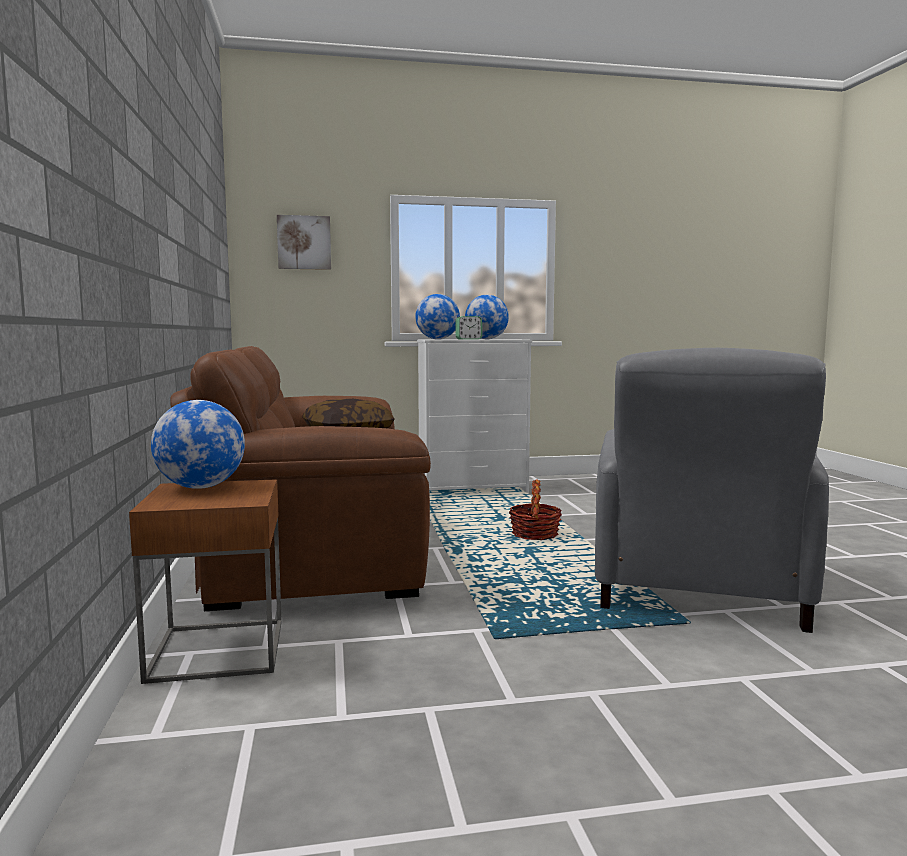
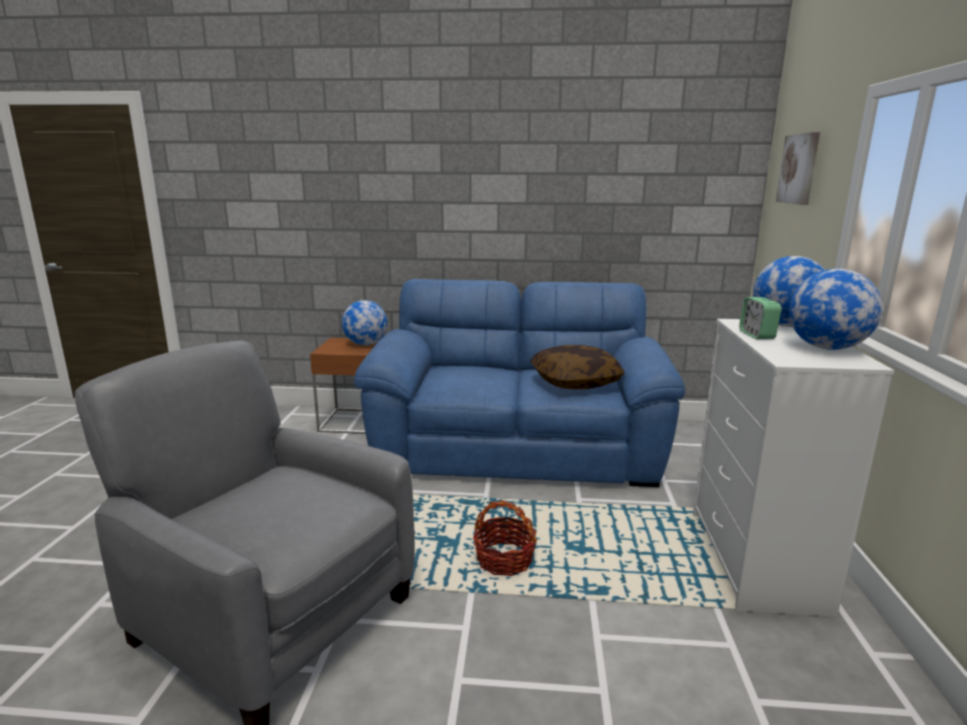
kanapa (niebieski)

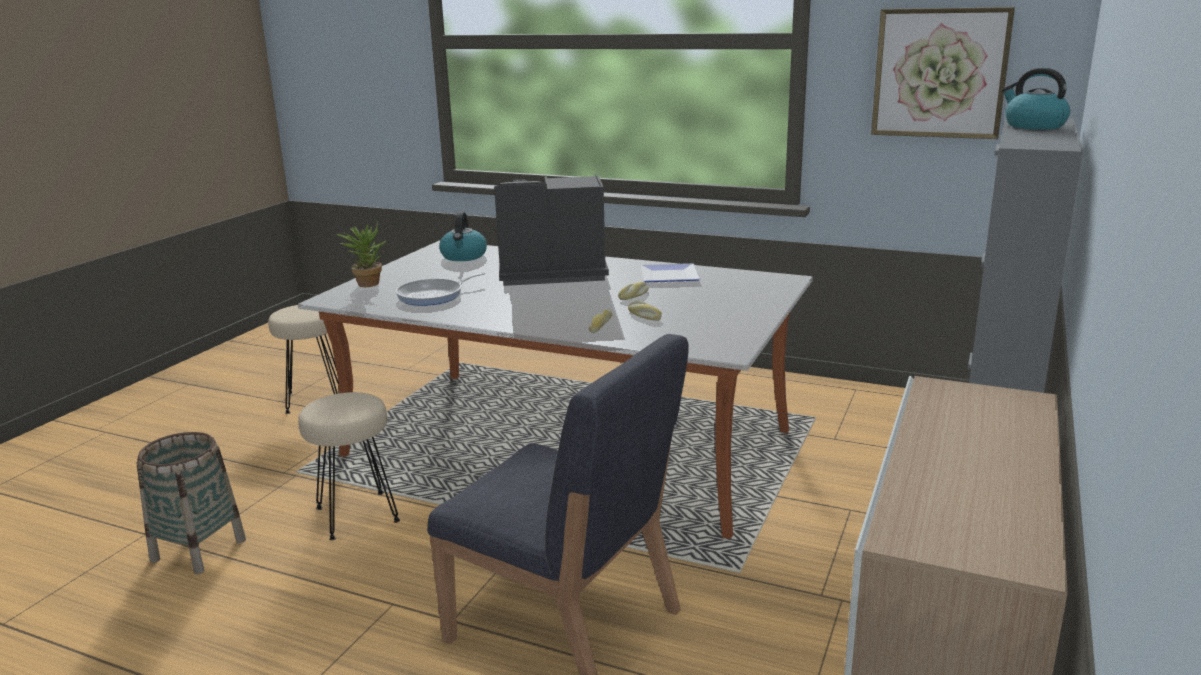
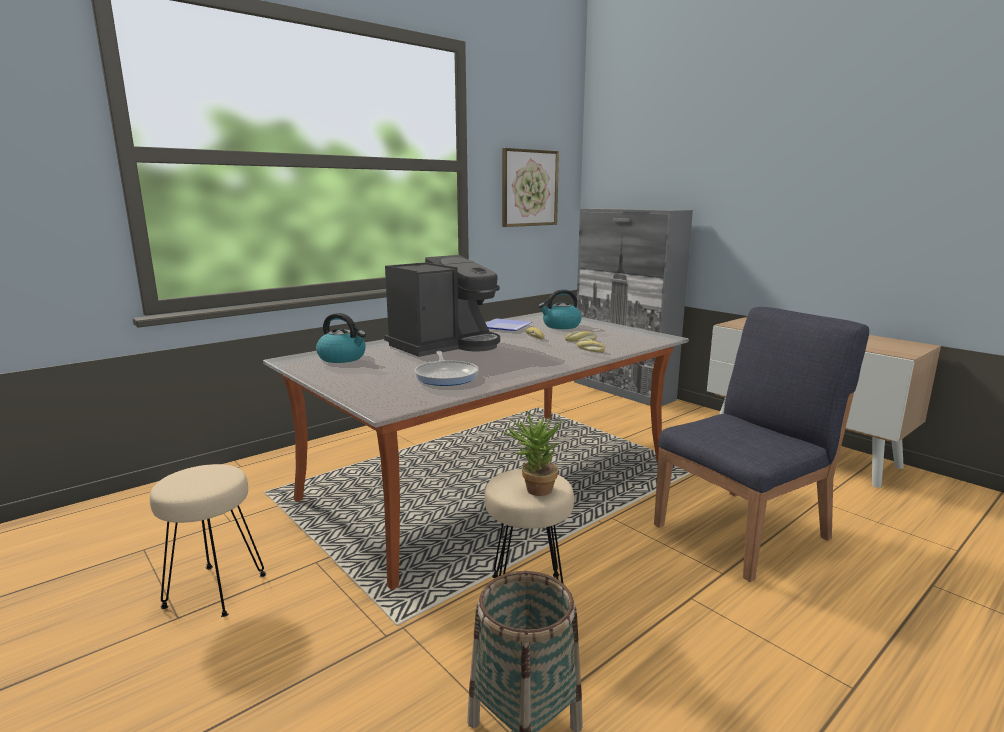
roślina doniczkowa
czajnik (2nd from left)
ekspres do kawy

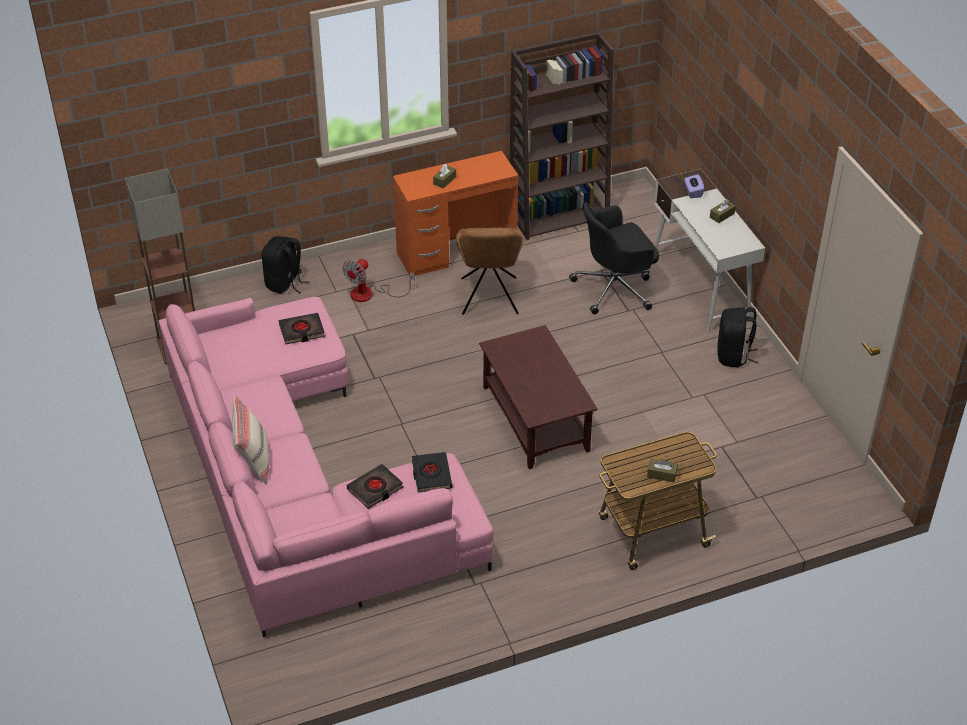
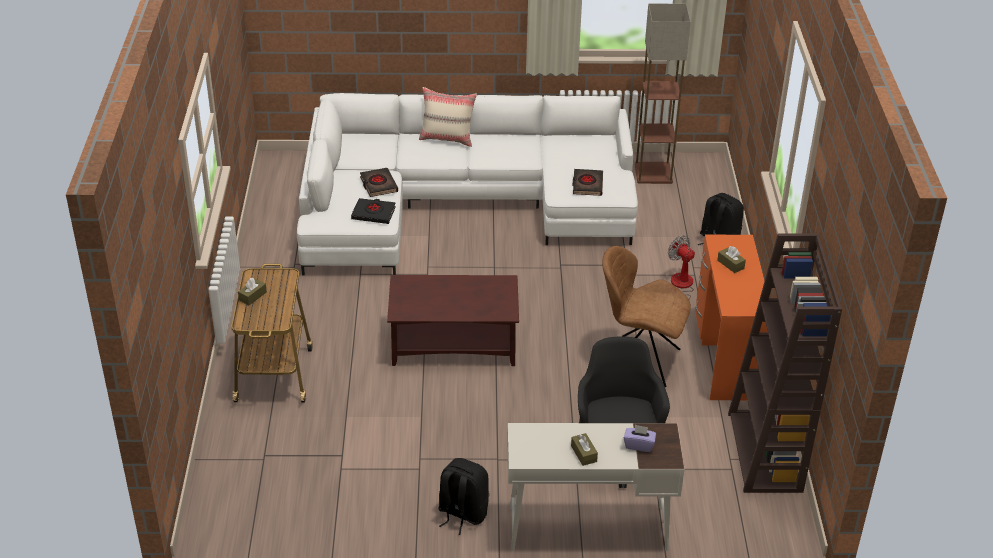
kanapa (biały)

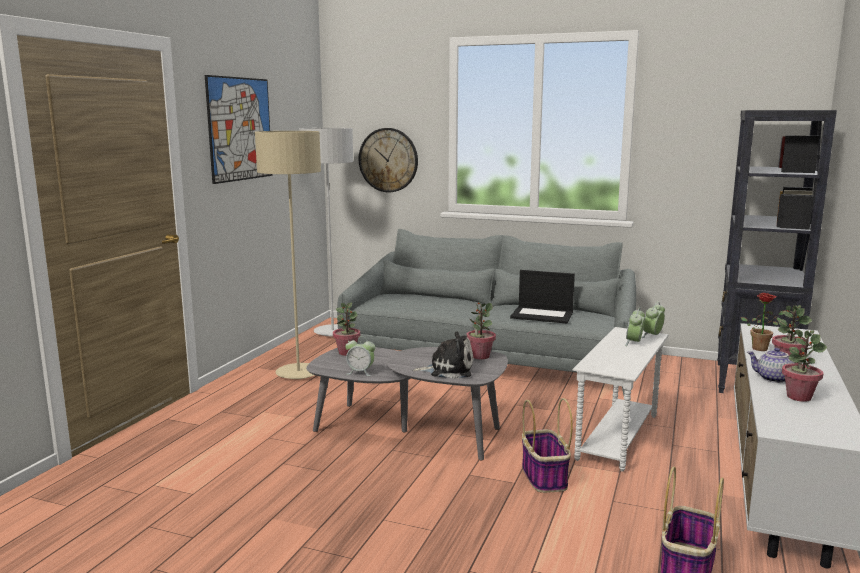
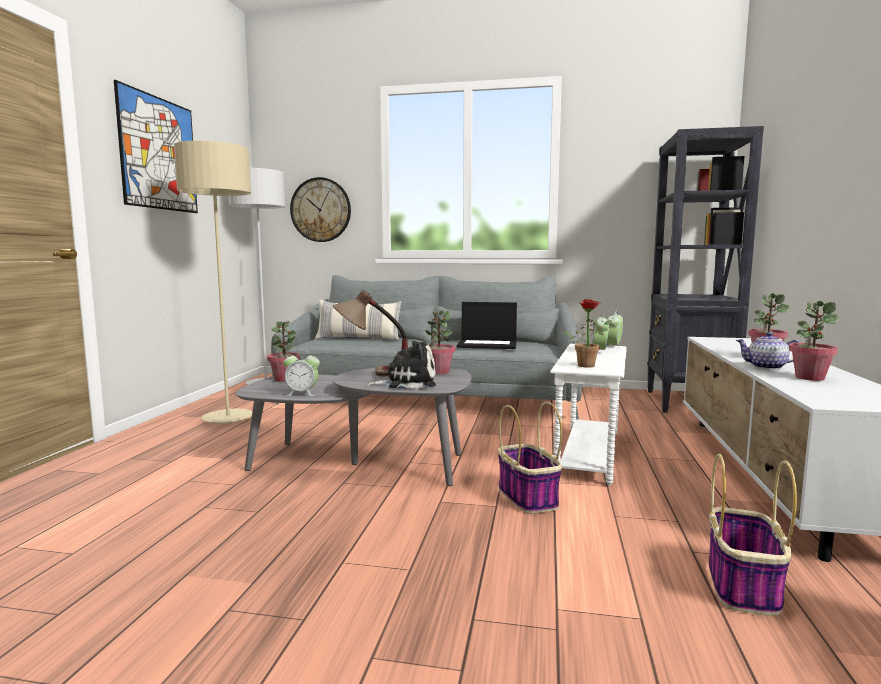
poduszka
lampa stołowa
roślina doniczkowa (3rd from left)

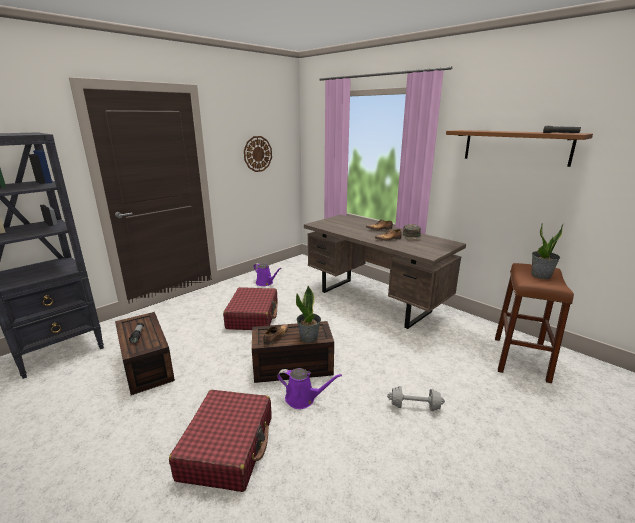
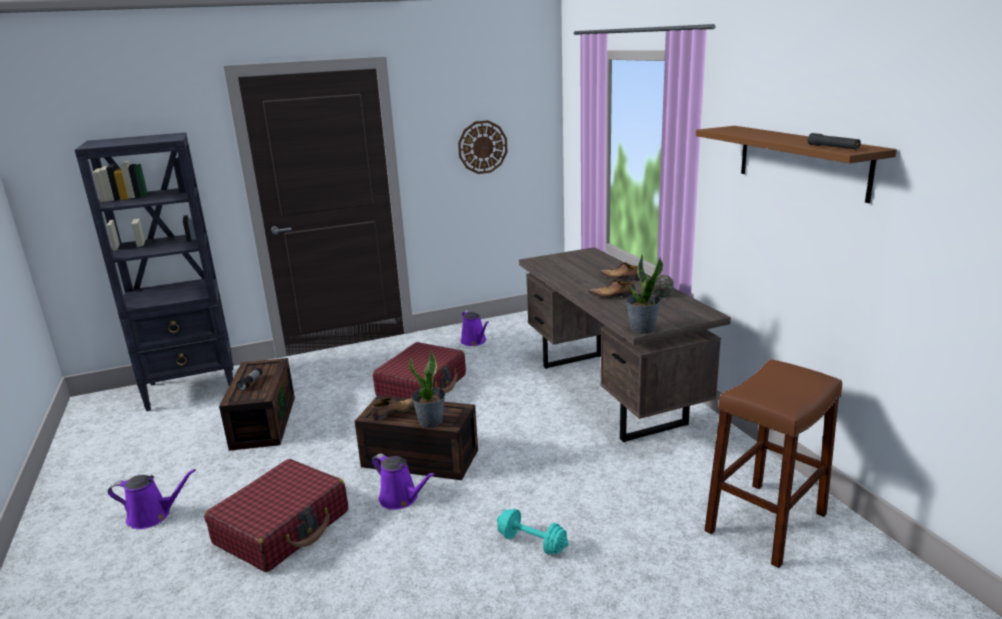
konewka (fioletowy) (1st from left)
roślina doniczkowa (2nd from left)
hantel (turkusowy)

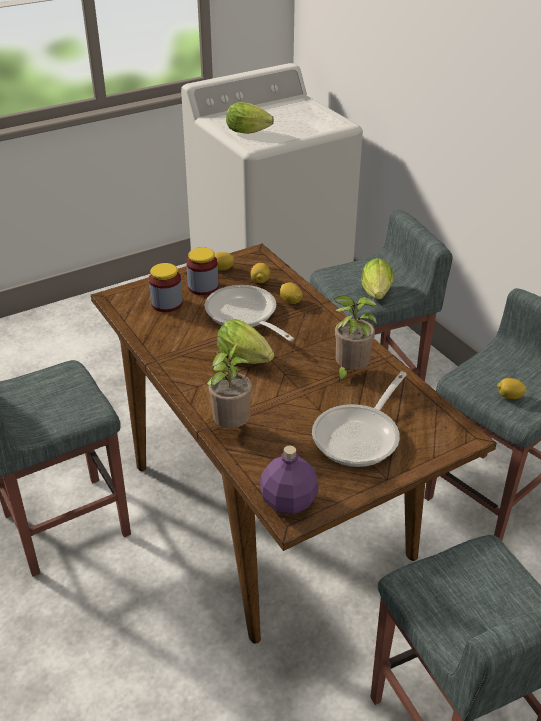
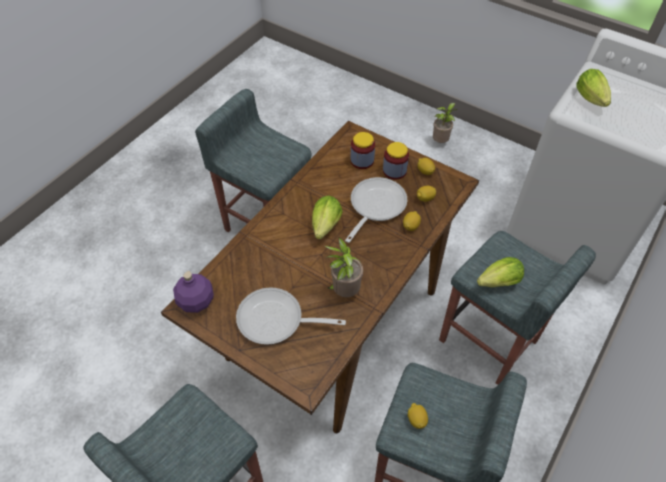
roślina doniczkowa (2nd from left)

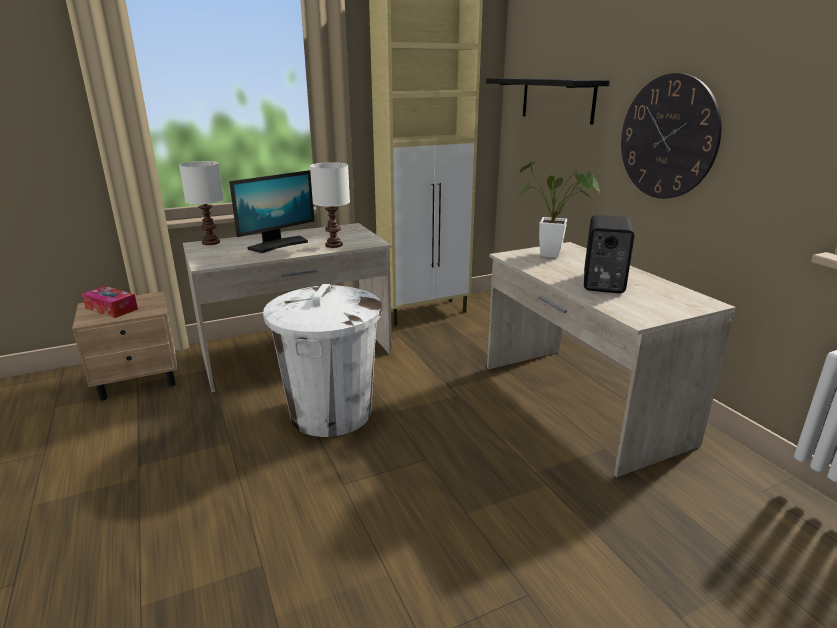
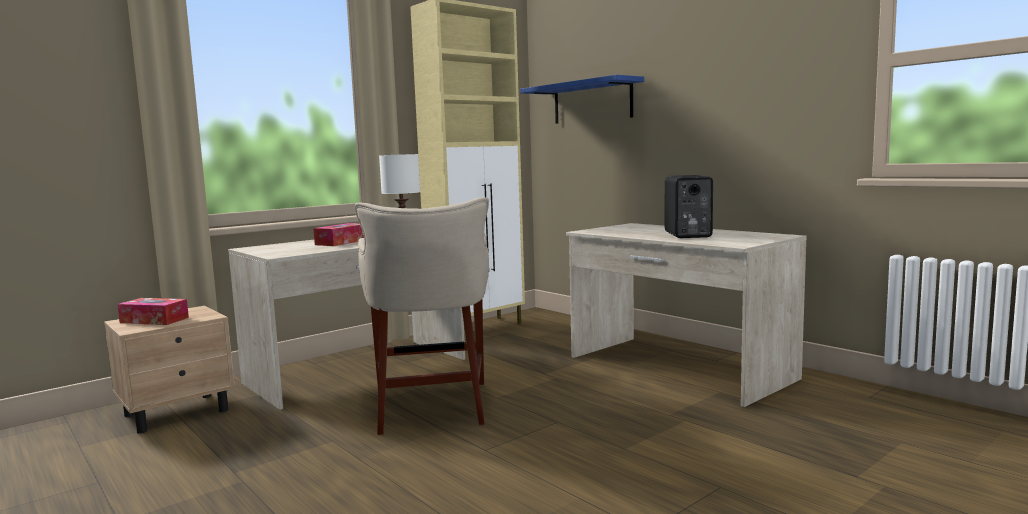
lampa stołowa (biały) (1st from left in the first image)
roślina doniczkowa
zegar ścienny
pudełko chusteczek (2nd from left)
stołek (beżowy)
półka (niebieski)

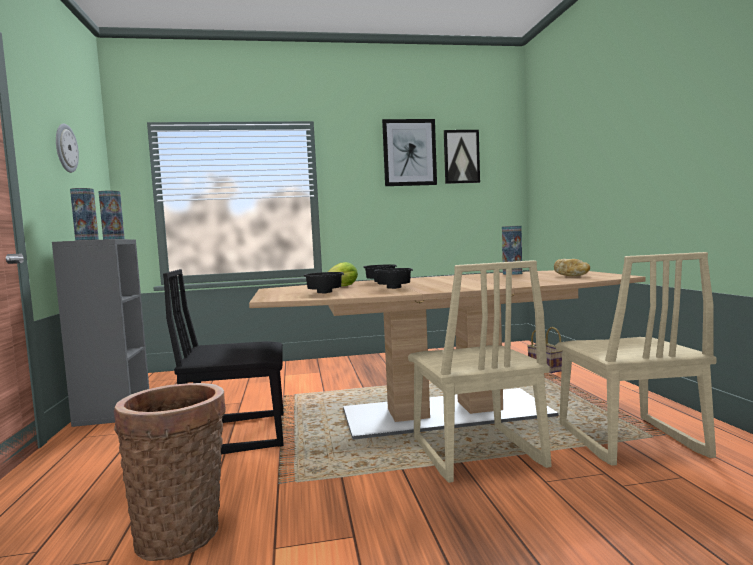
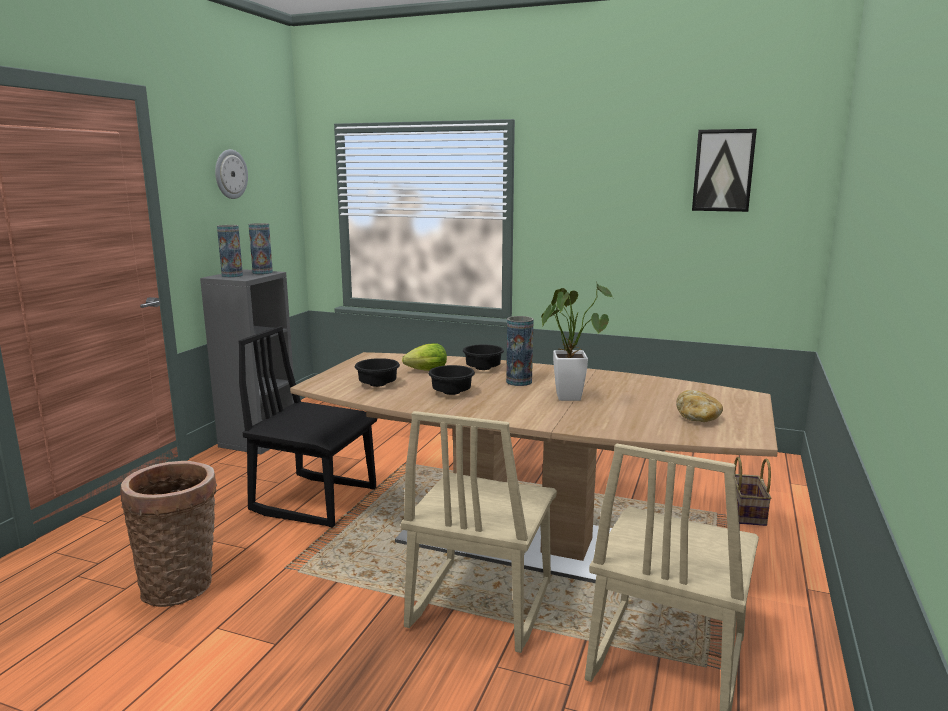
obraz (1st from left in the first image)
roślina doniczkowa
wazon (3rd from left)

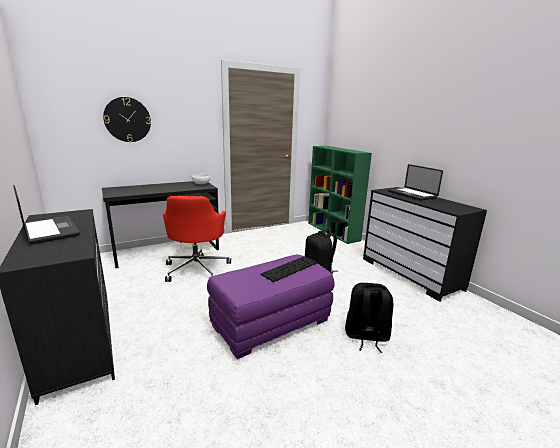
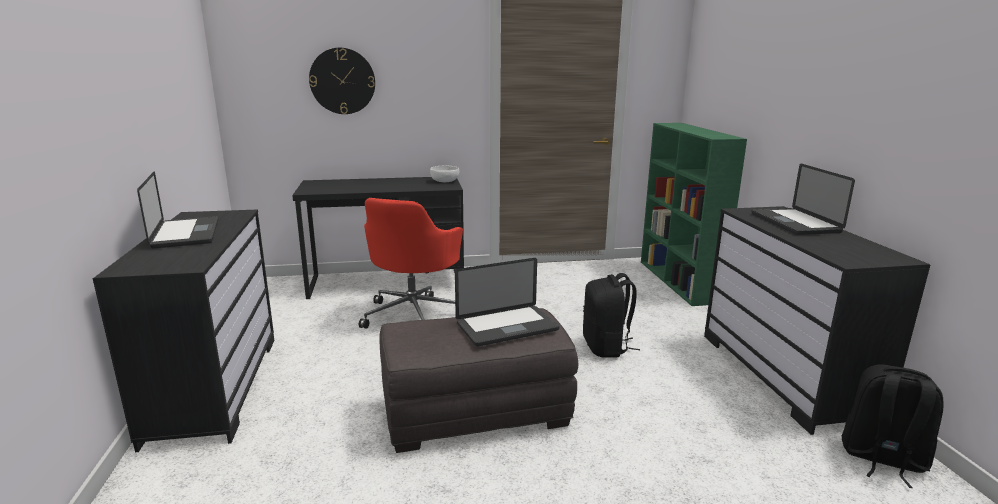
plecak (czarny) (2nd from left)
laptop (2nd from left)
pufa (szary)

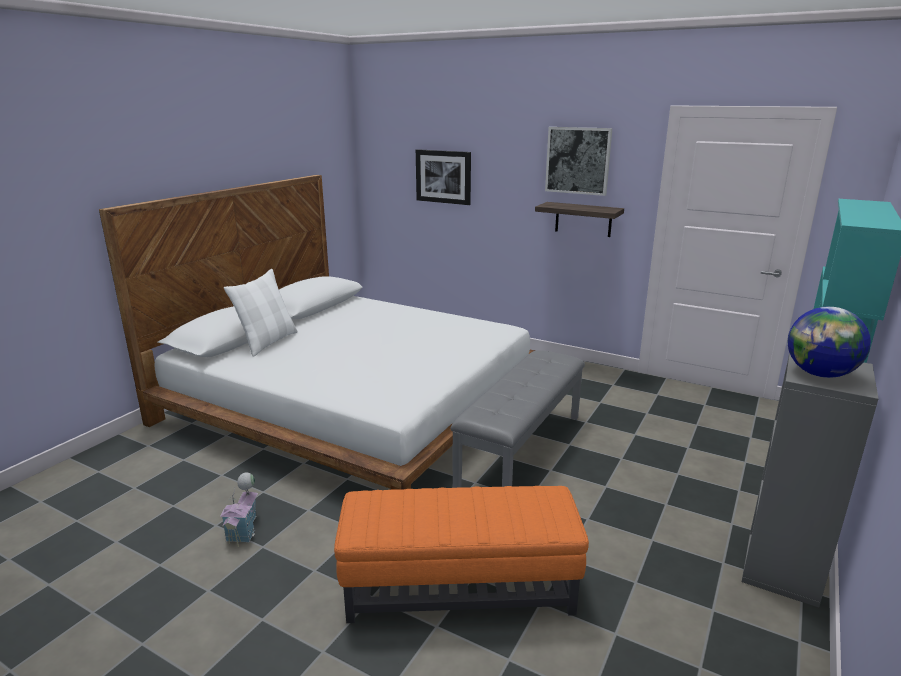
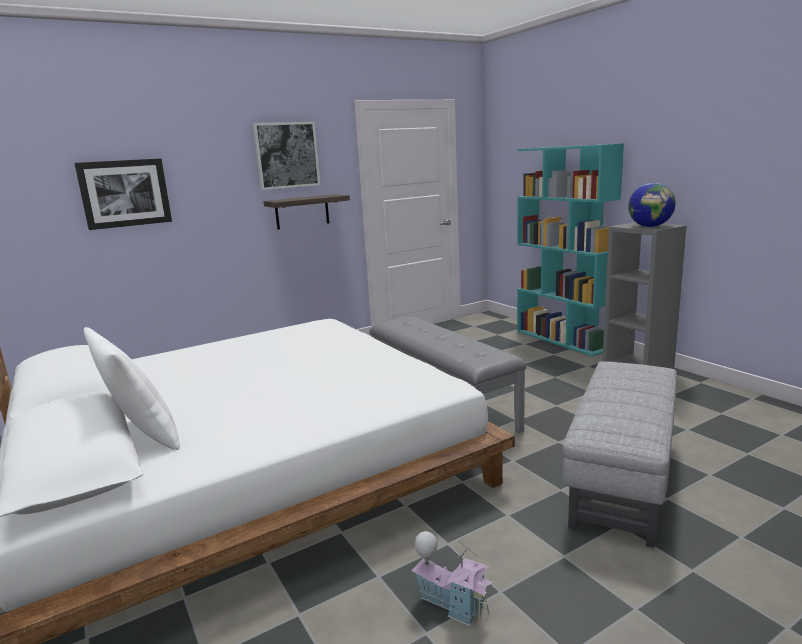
pufa (szary)

